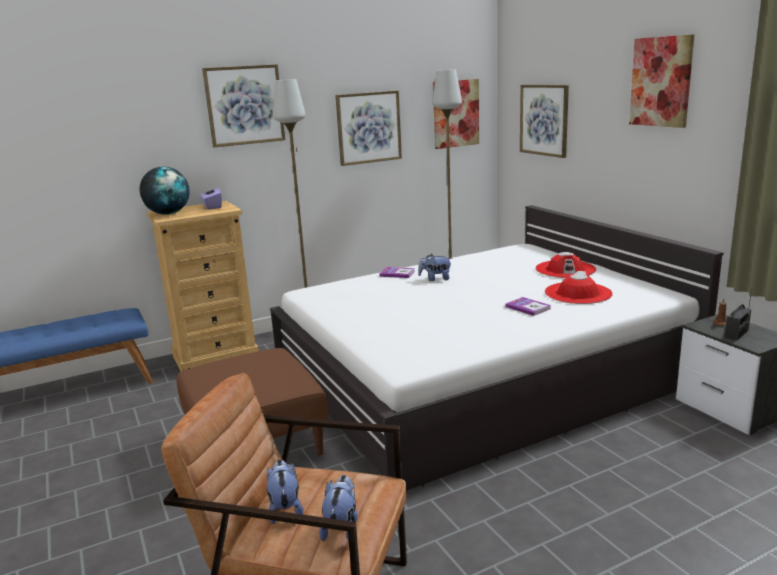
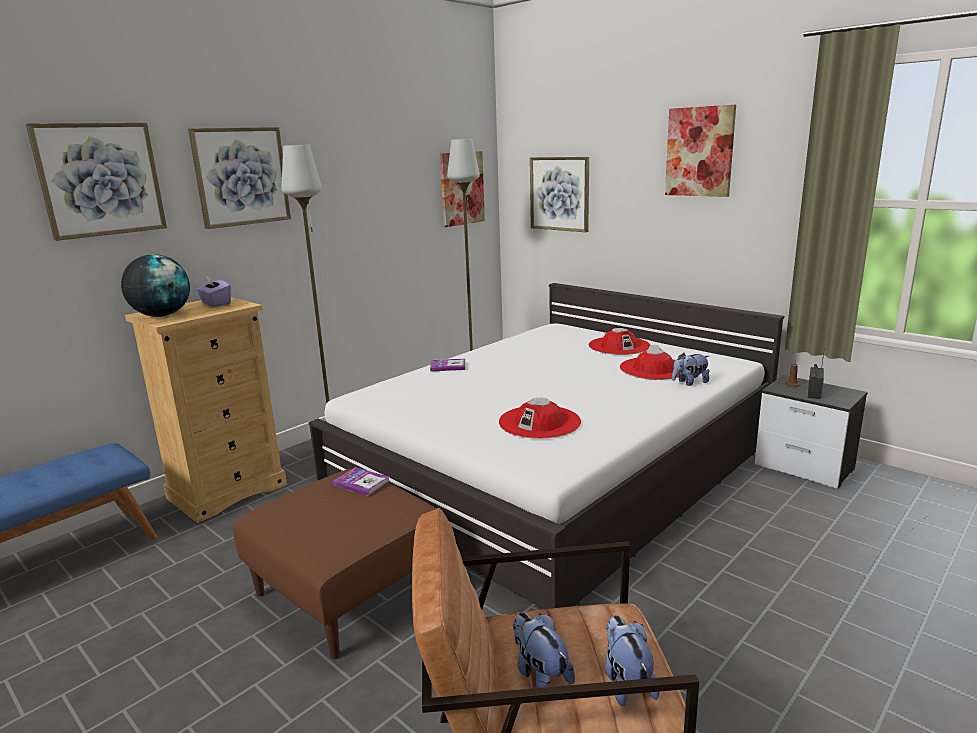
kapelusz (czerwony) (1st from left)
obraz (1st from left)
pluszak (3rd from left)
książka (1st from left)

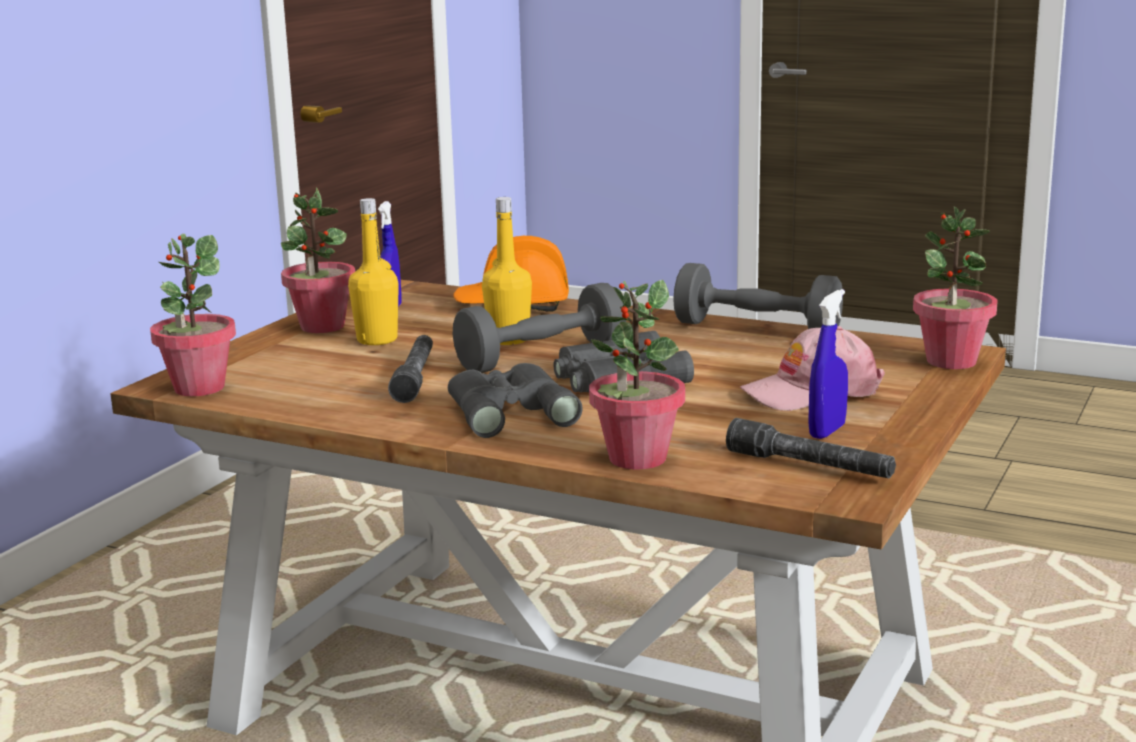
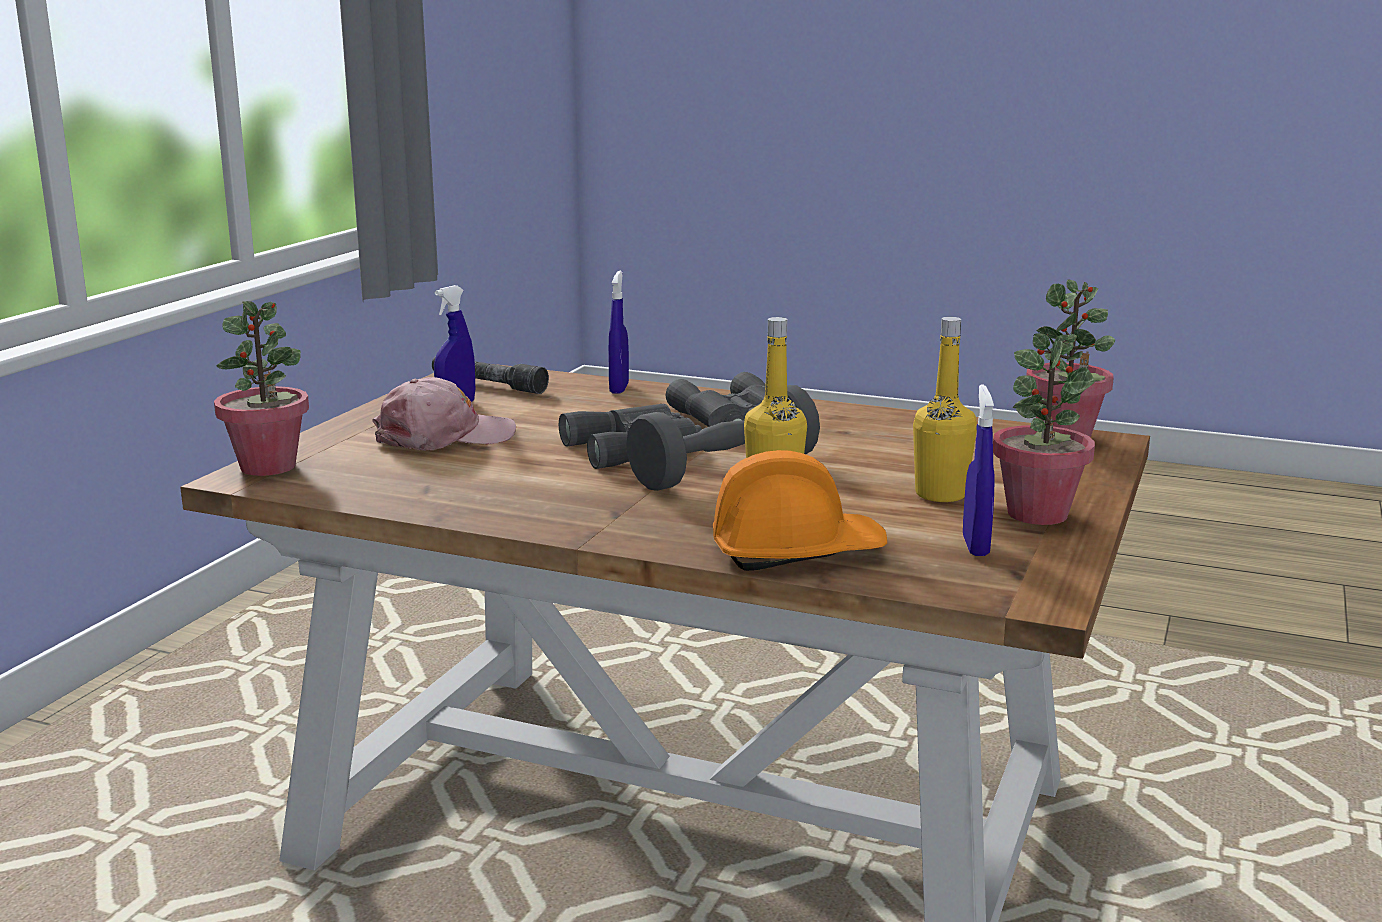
latarka (szary) (1st from left in the first image)
hantel (szary) (2nd from left in the first image)
spryskiwacz (niebieski) (2nd from left)

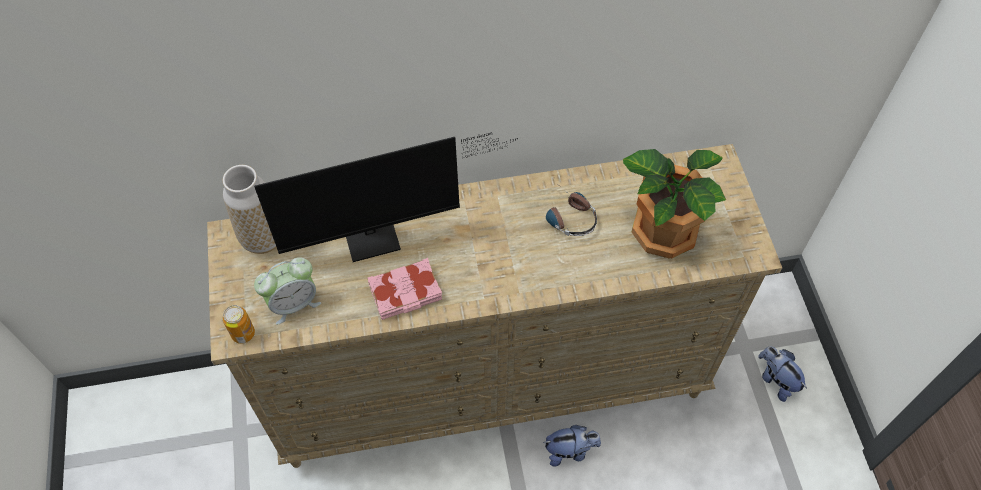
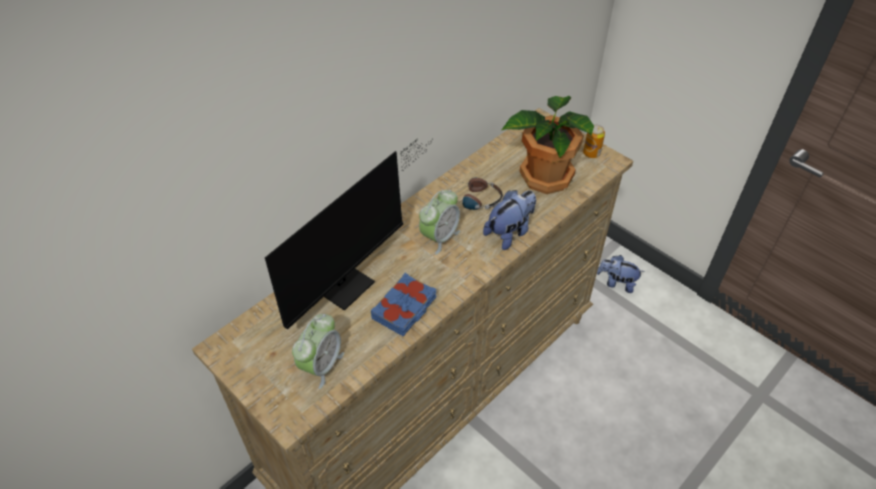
wazon
budzik (2nd from left)
puszka
pluszak (1st from left)
książka (niebieski)

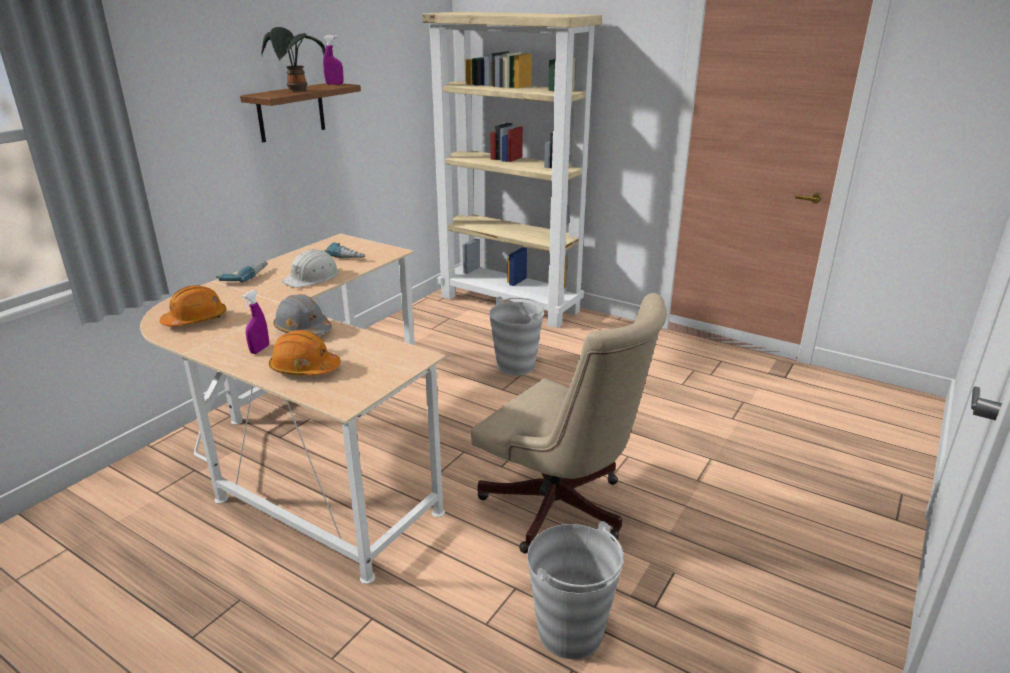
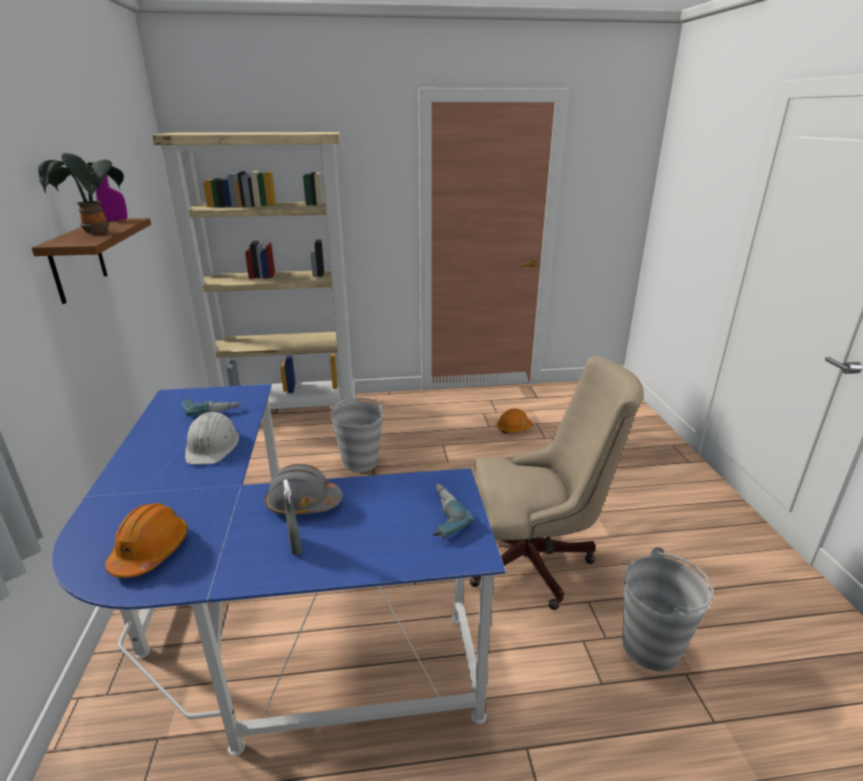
wiertarka (2nd from left)
kask (pomarańczowy) (2nd from left)
biurko (niebieski)
spryskiwacz (szary)

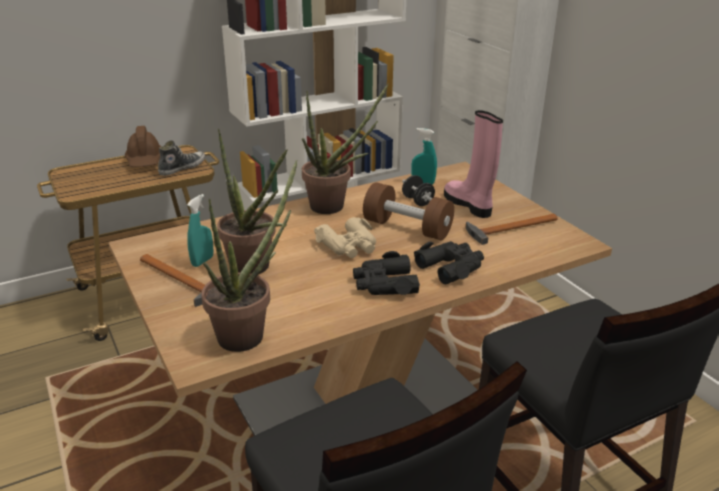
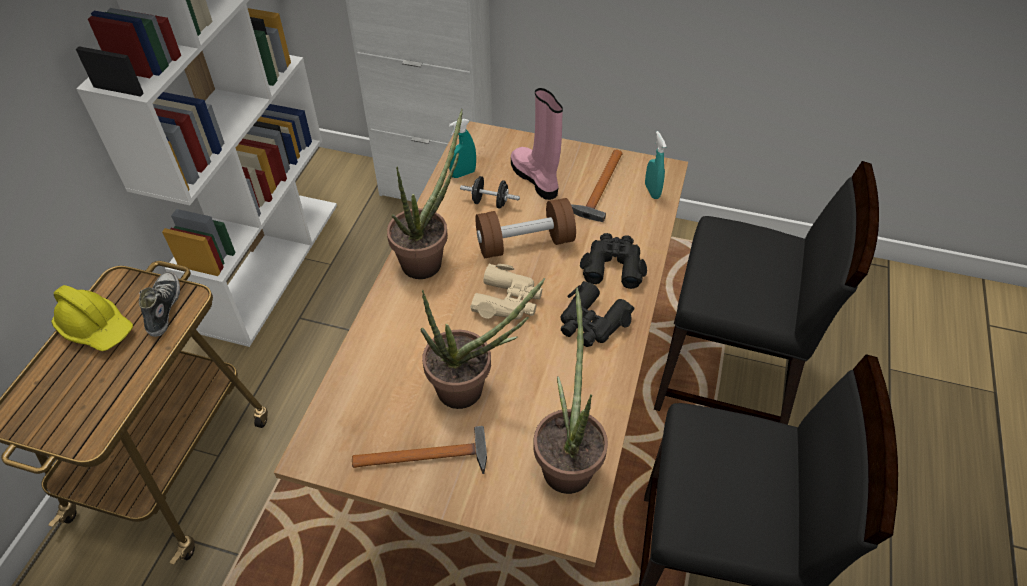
spryskiwacz (turkusowy) (2nd from left)
kask (żółty)
but z cholewką (różowy)

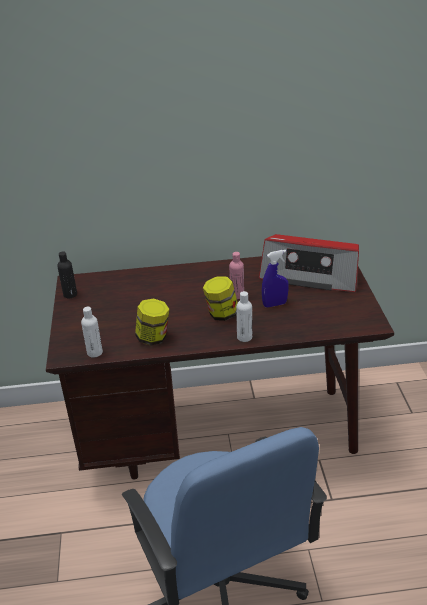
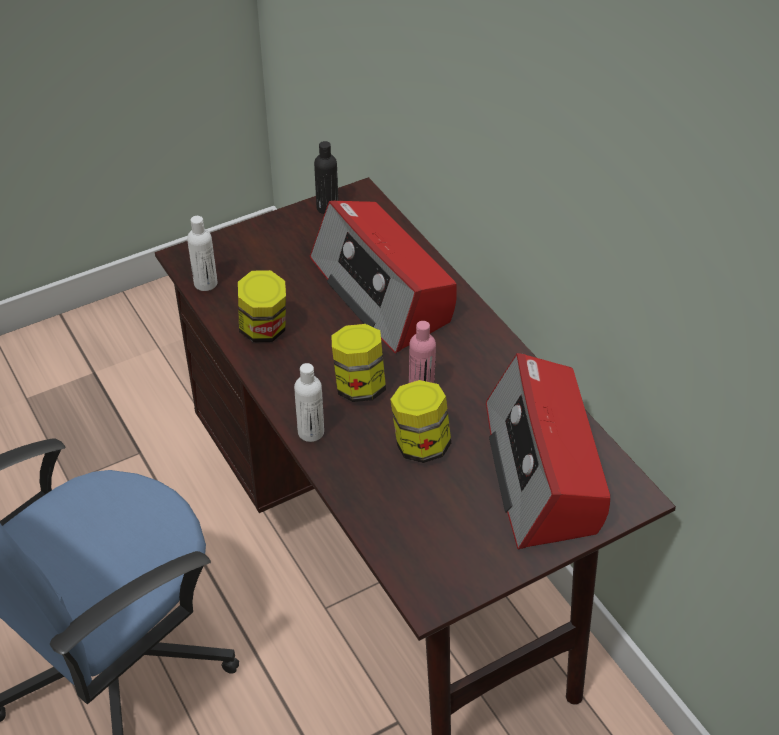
radio (1st from left)
słoik (3rd from left)

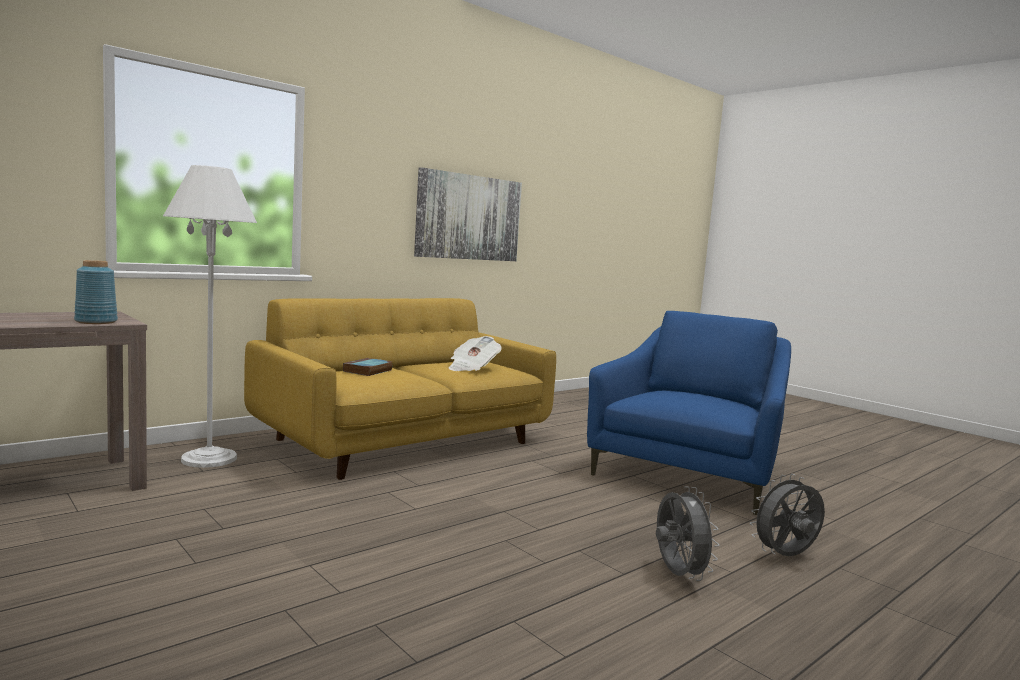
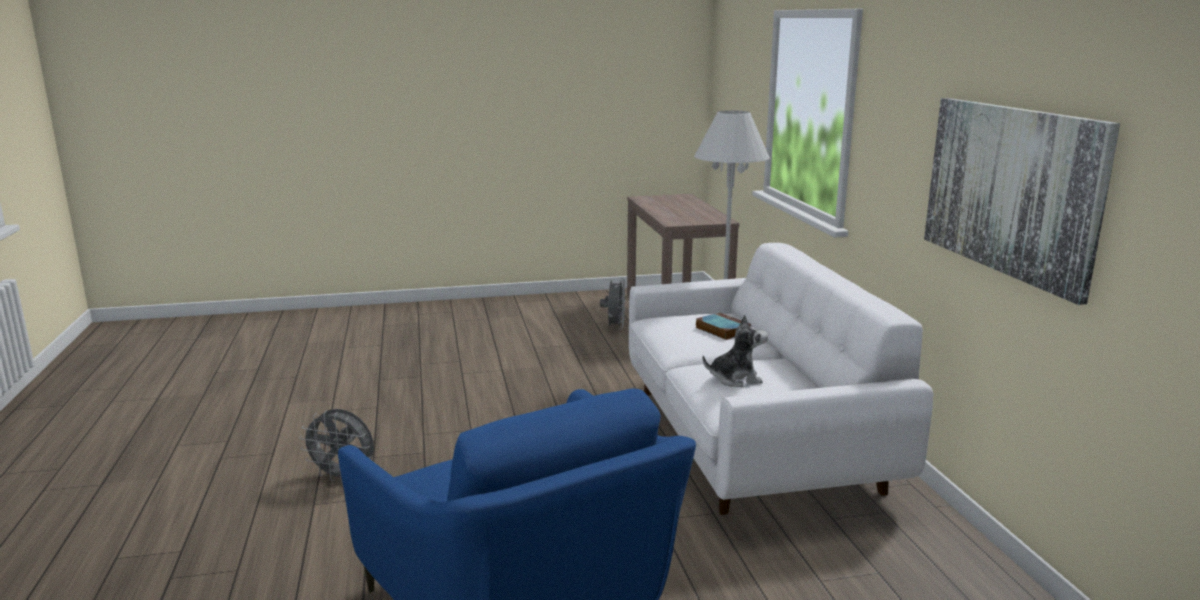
wazon (niebieski)
wentylator (szary) (2nd from left)
pluszak
kanapa (biały)

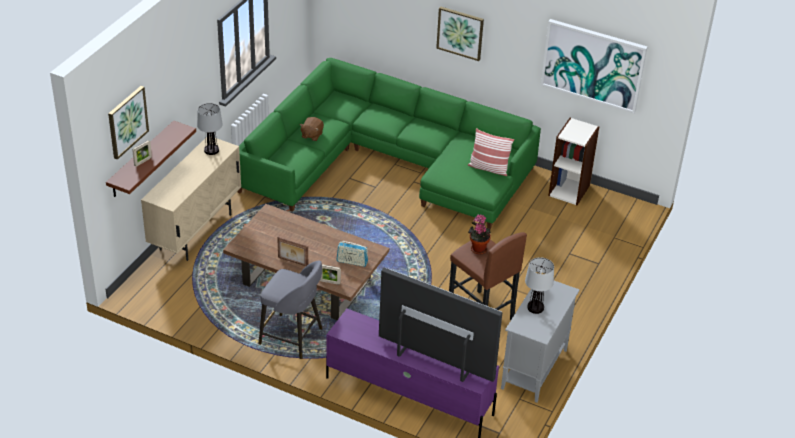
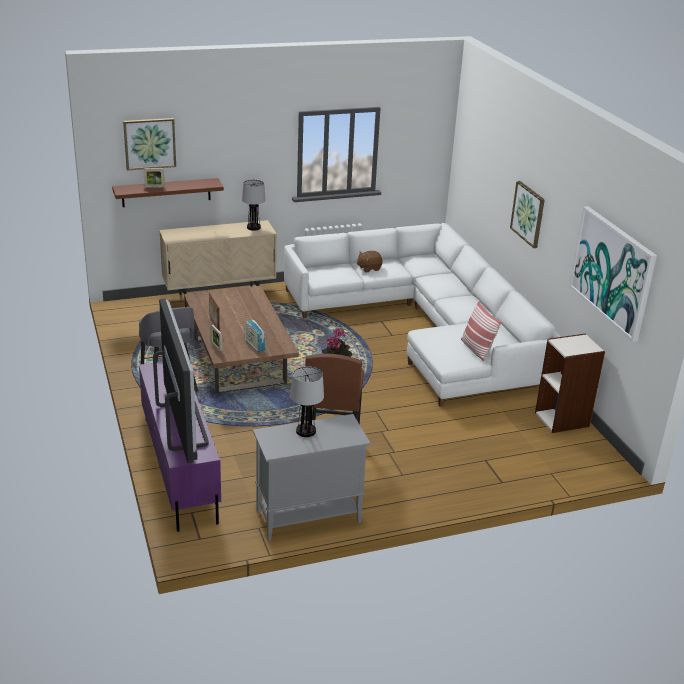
kanapa (biały)

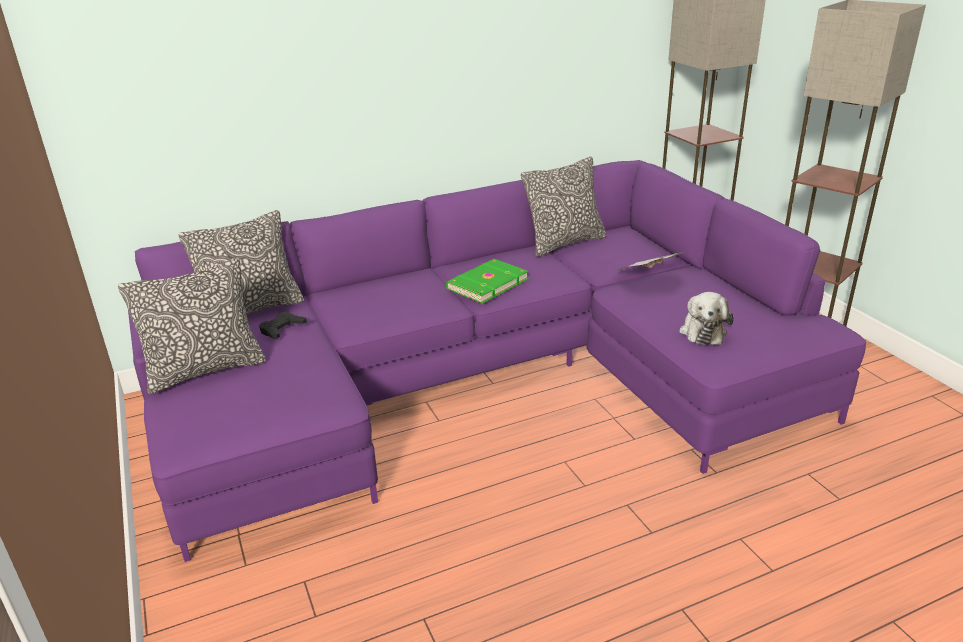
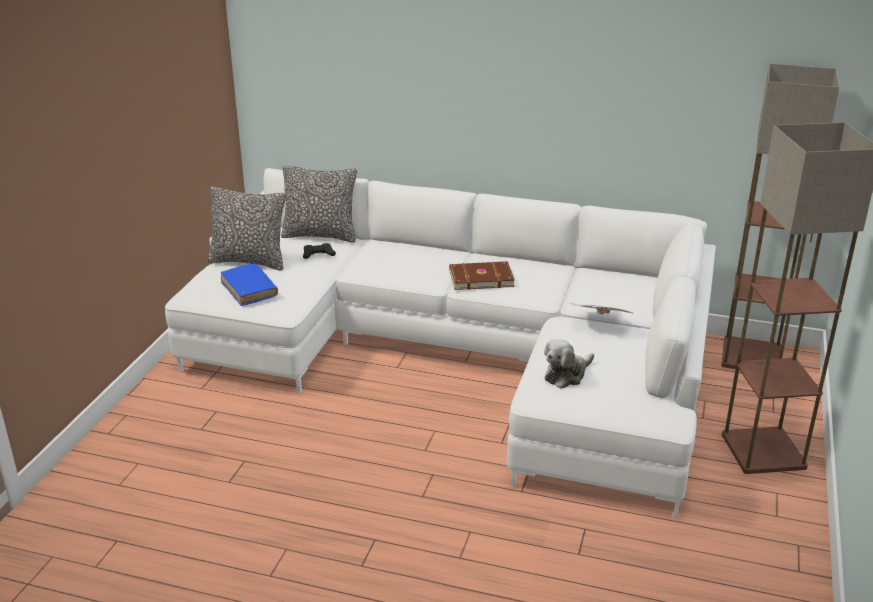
poduszka (3rd from left in the first image)
książka (niebieski)
kanapa (biały)
książka (brązowy)

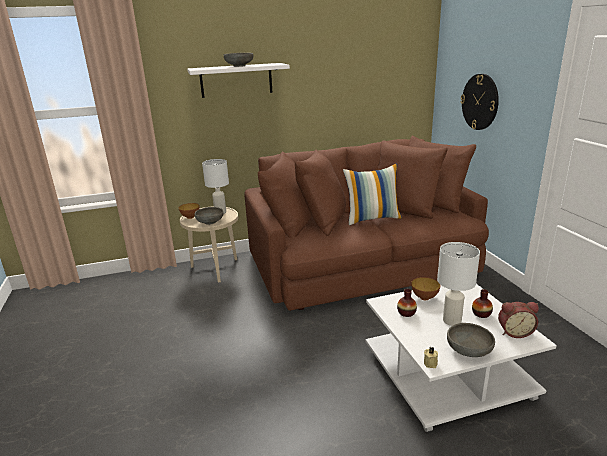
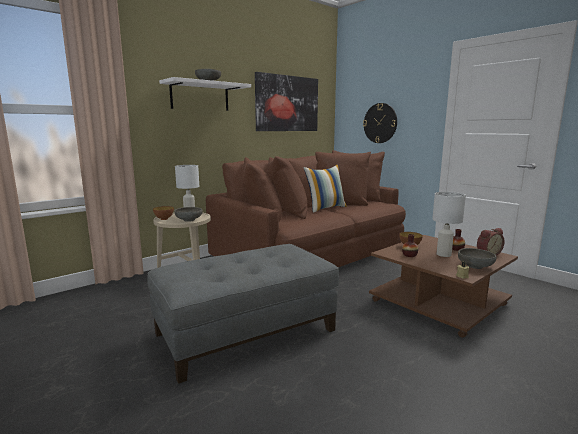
pufa (szary)
obraz
ława (brązowy)

